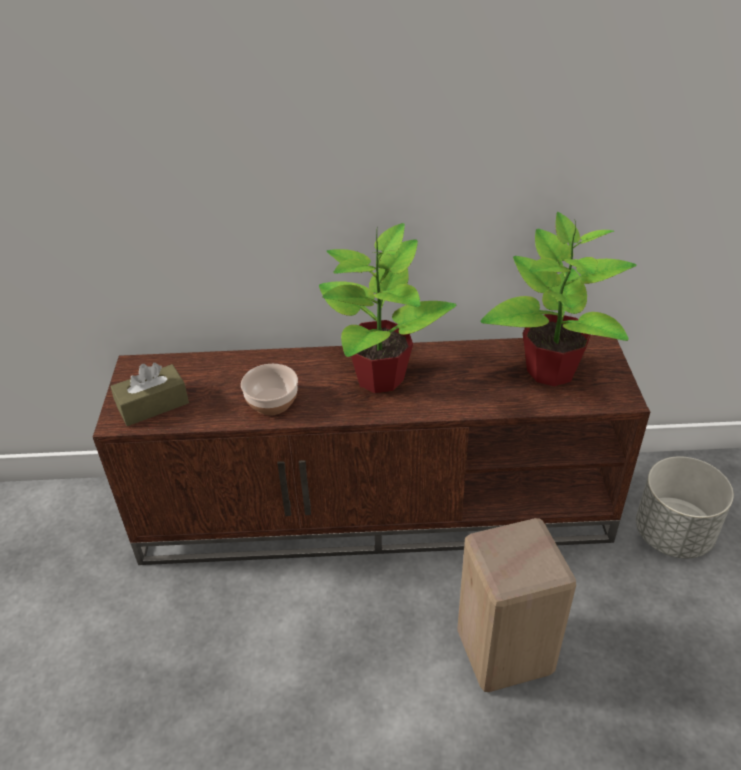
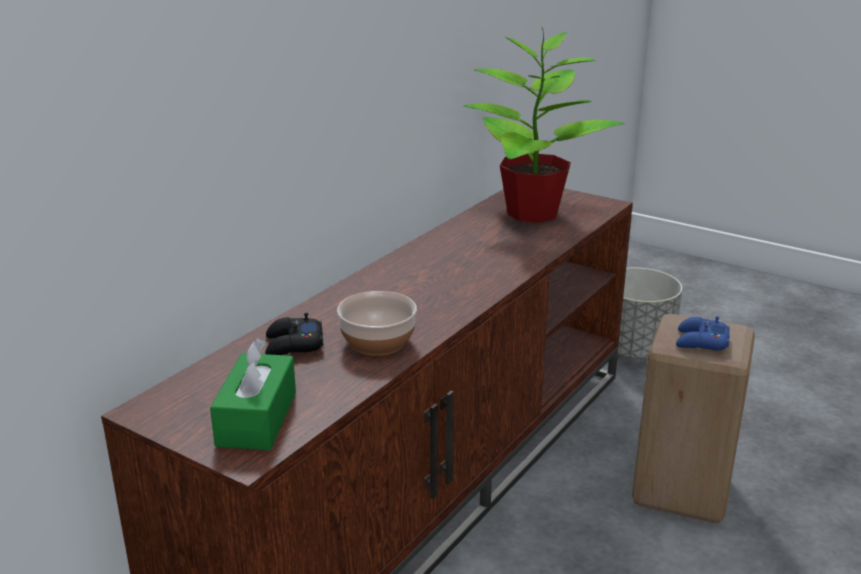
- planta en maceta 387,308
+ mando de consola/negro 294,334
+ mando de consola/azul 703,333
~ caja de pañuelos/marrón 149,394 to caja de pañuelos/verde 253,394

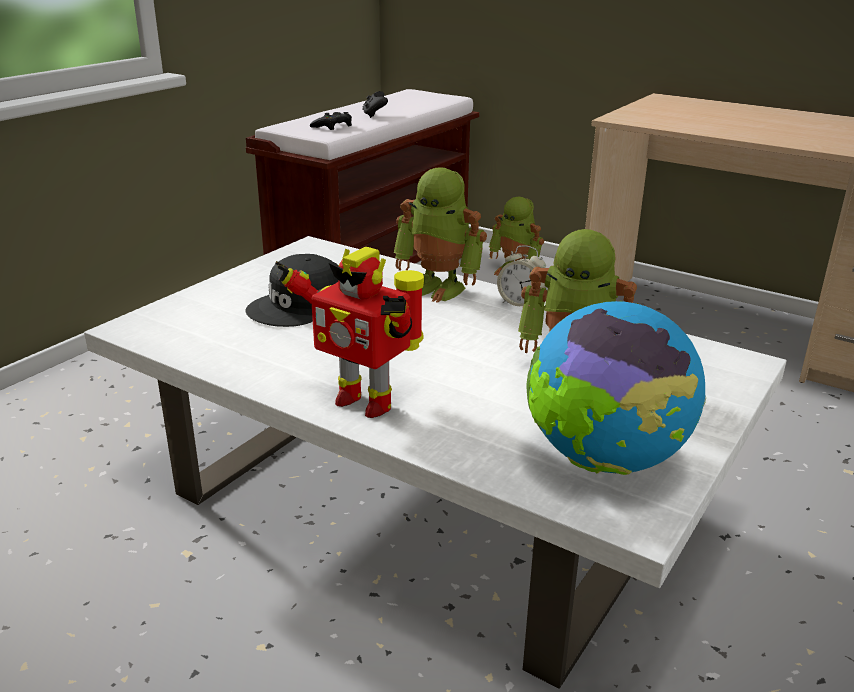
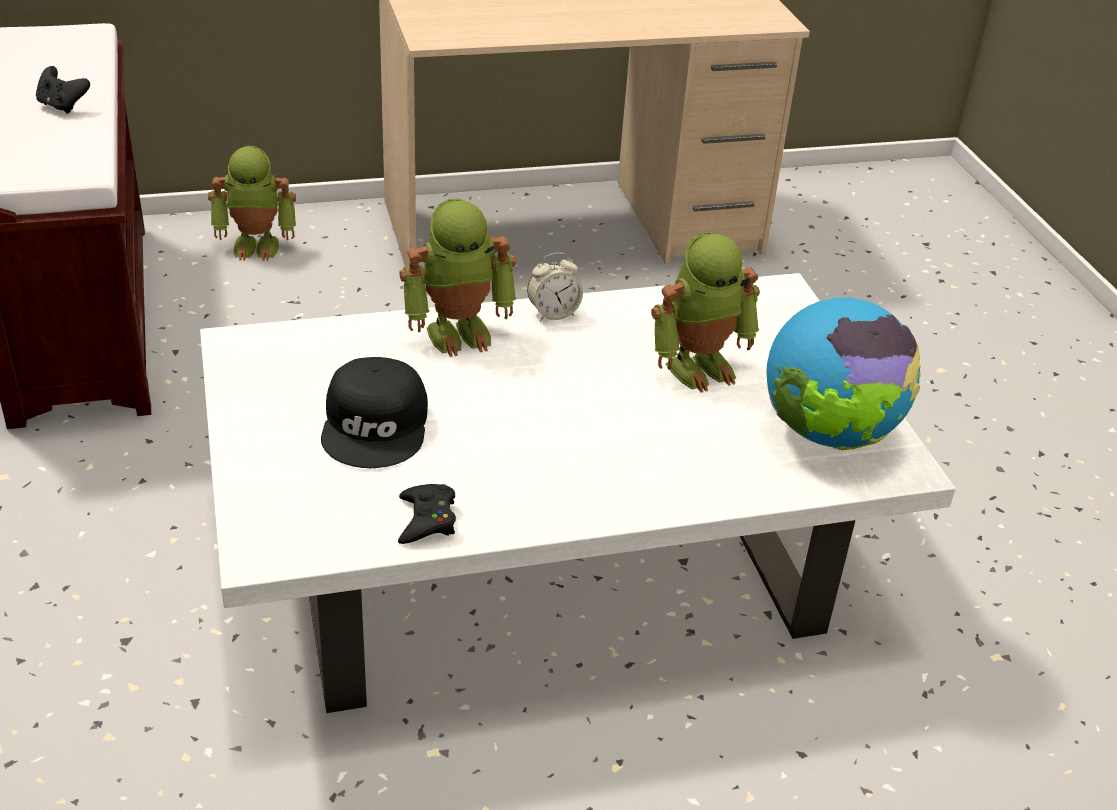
- robot de juguete 349,332
~ mando de consola/negro 331,121 to 427,514

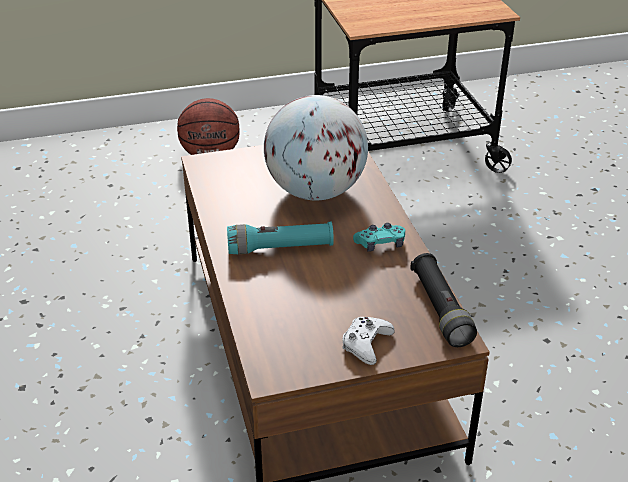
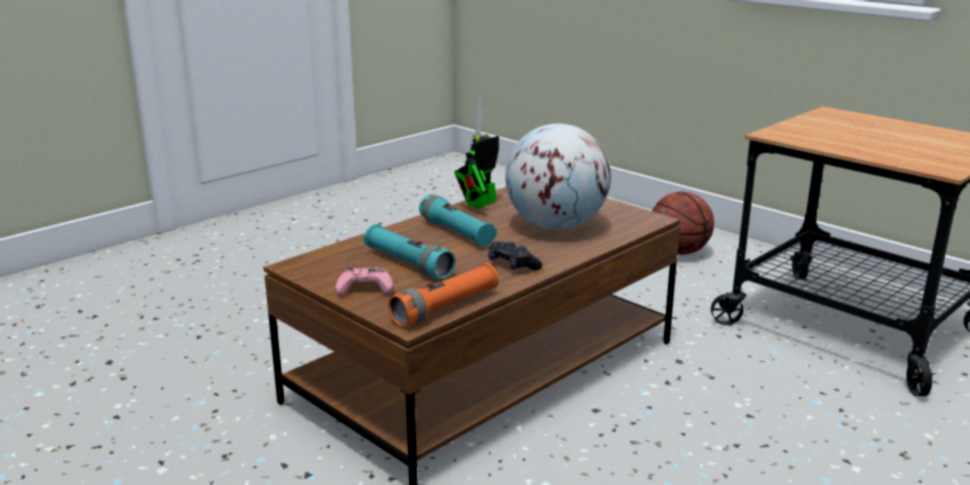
+ linterna/turquesa 409,251
+ robot de juguete 476,153
~ mando de consola/blanco 368,341 to mando de consola/rosa 364,281
~ mando de consola/turquesa 379,237 to mando de consola/negro 515,255
~ linterna/negro 443,300 to linterna/naranja 443,295

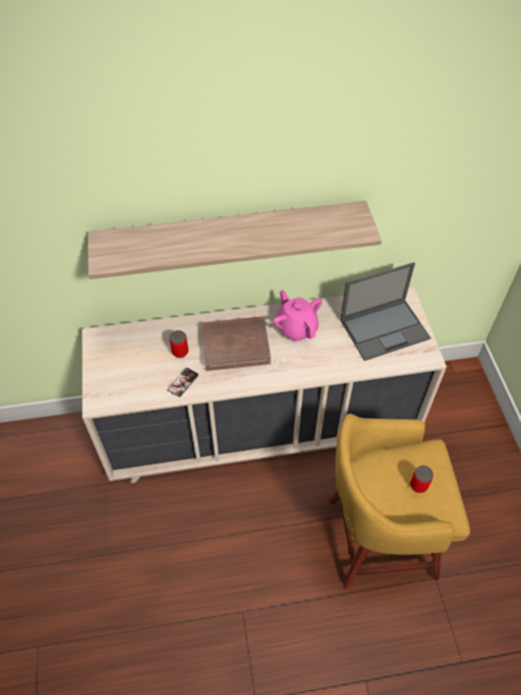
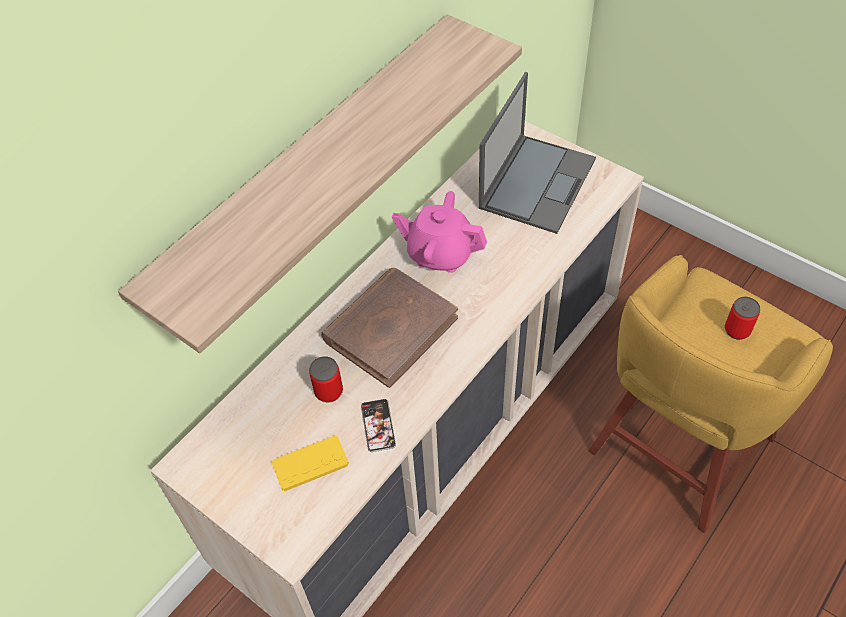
+ mando de consola/amarillo 310,463

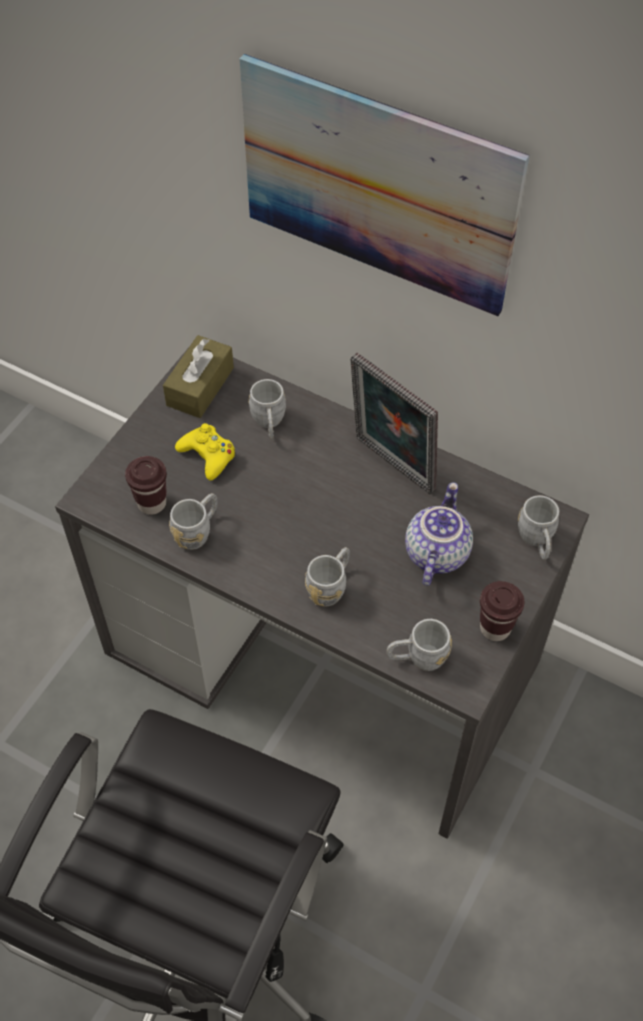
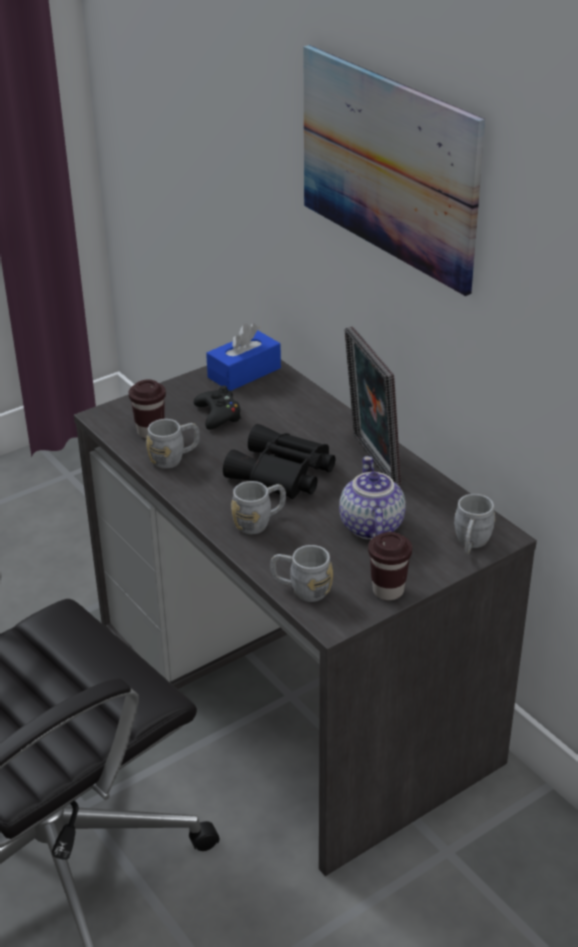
- taza grande/gris 267,409
+ prismáticos/negro 279,461
~ caja de pañuelos/marrón 198,376 to caja de pañuelos/azul 243,357
~ mando de consola/amarillo 205,452 to mando de consola/negro 218,408
~ tetera 439,534 = 372,497 45 degrees counterclockwise

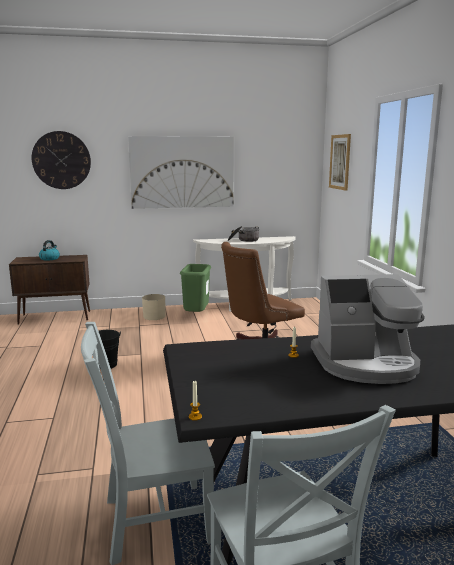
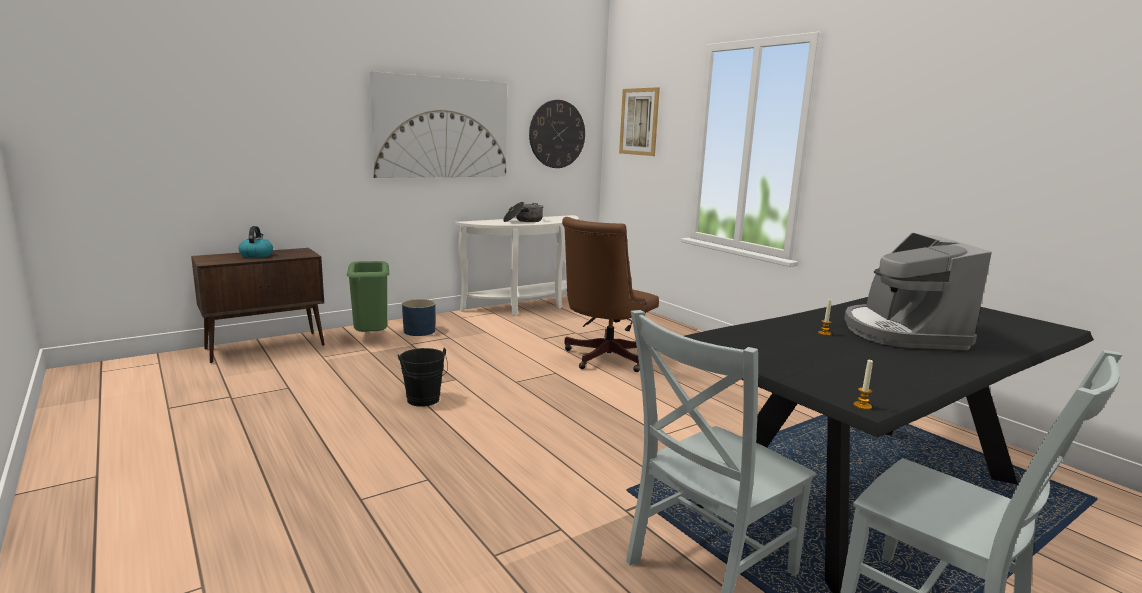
~ reloj de pared 61,160 to 557,134
~ papelera/verde 195,288 to 368,296
~ maceta/beis 153,307 to maceta/azul 419,317
~ cafetera 368,329 = 918,291 120 degrees clockwise

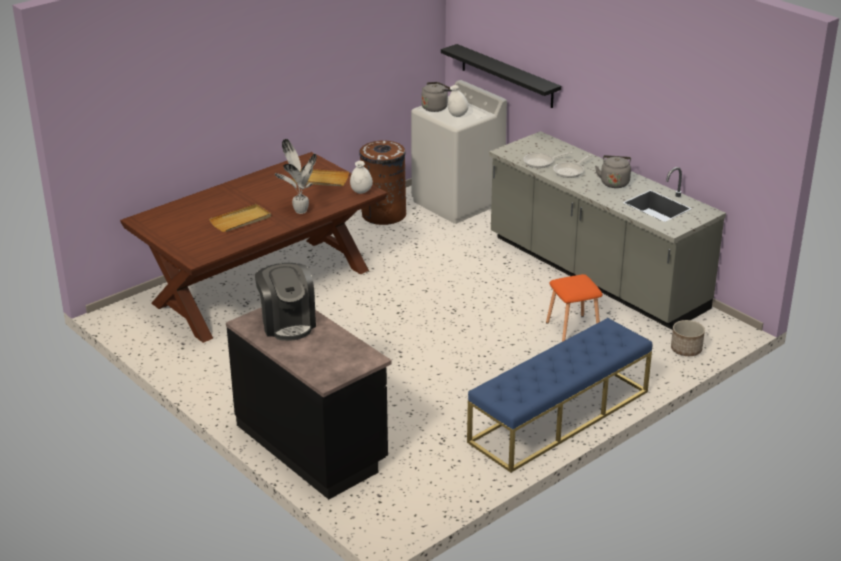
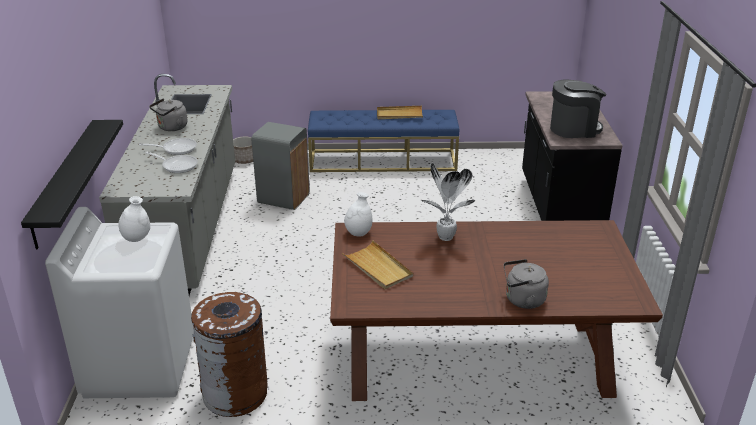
~ bandeja/beis 240,218 to 400,112
~ hervidor/gris 436,97 to 526,284
~ taburete/naranja 574,308 to papelera/gris 281,166
~ cafetera 285,302 = 578,108 60 degrees clockwise

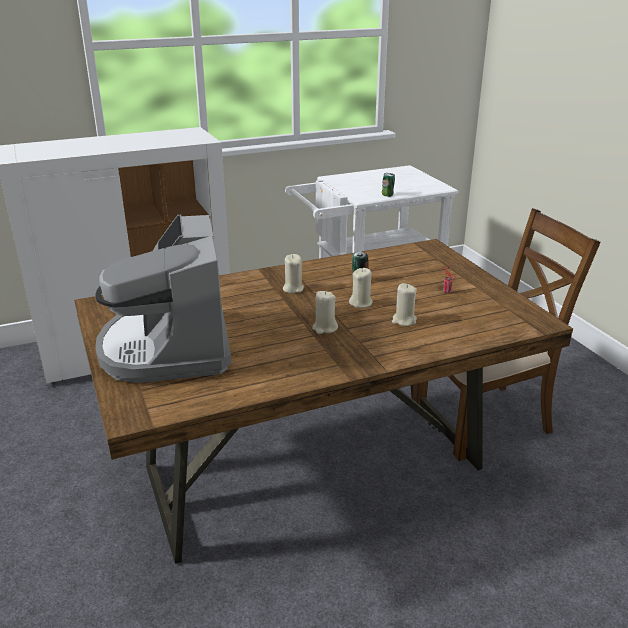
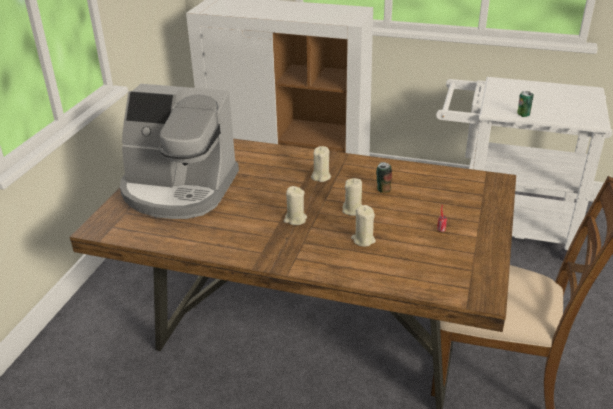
~ cafetera 163,299 = 179,151 105 degrees counterclockwise

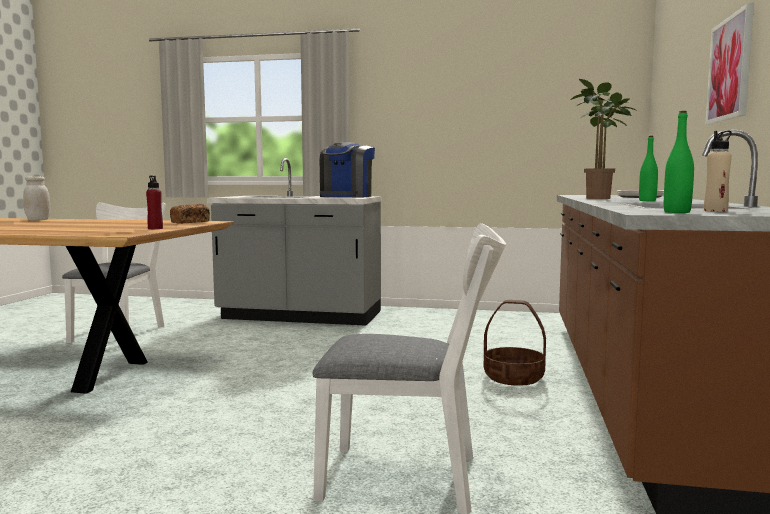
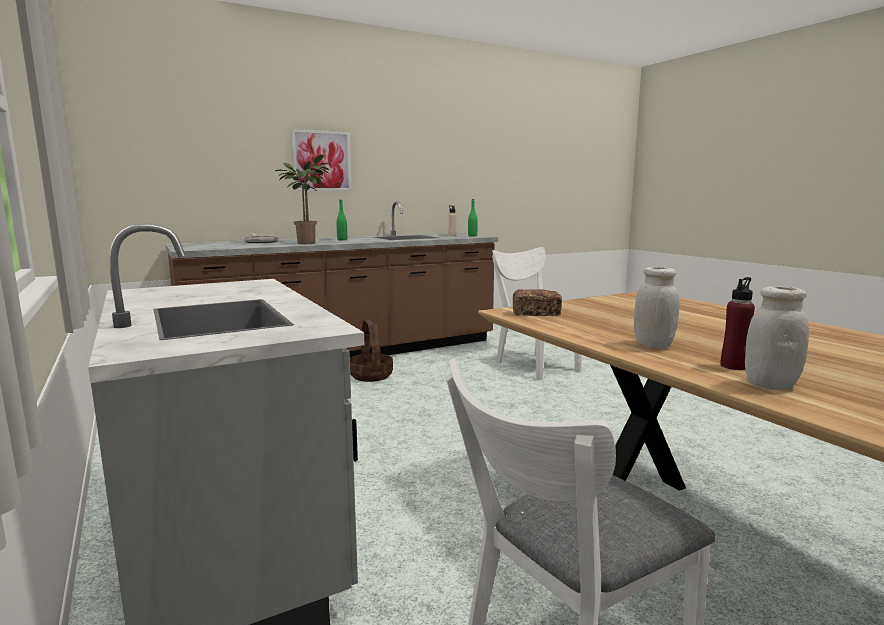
- cafetera 347,169
+ tarro/blanco 656,308
~ botella/rojo 154,202 to 738,323

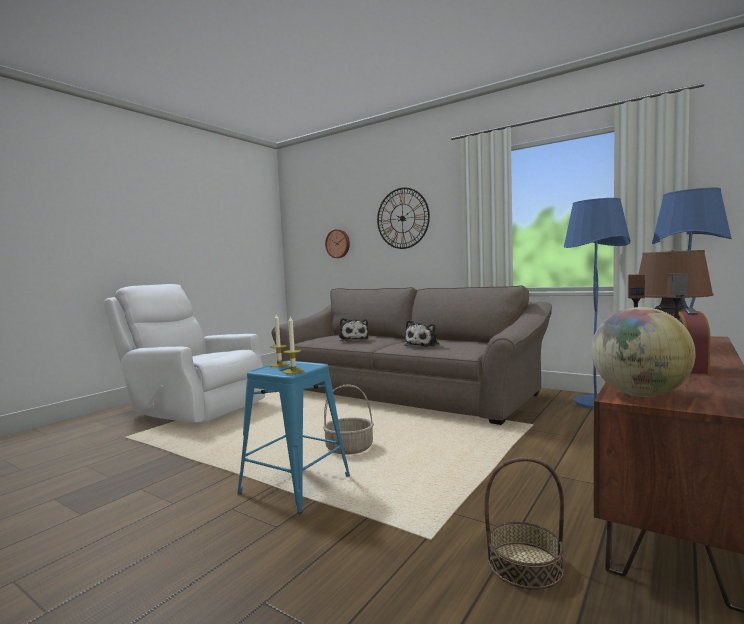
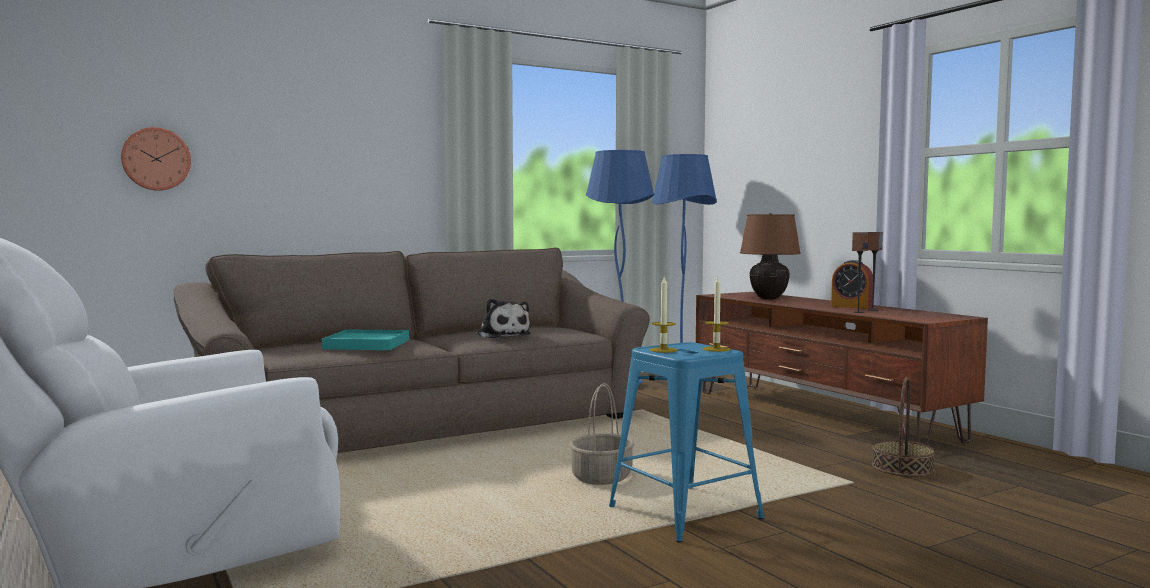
- reloj de pared 403,218
- globo terráqueo 643,352
~ peluche 354,330 to bandeja/turquesa 365,339

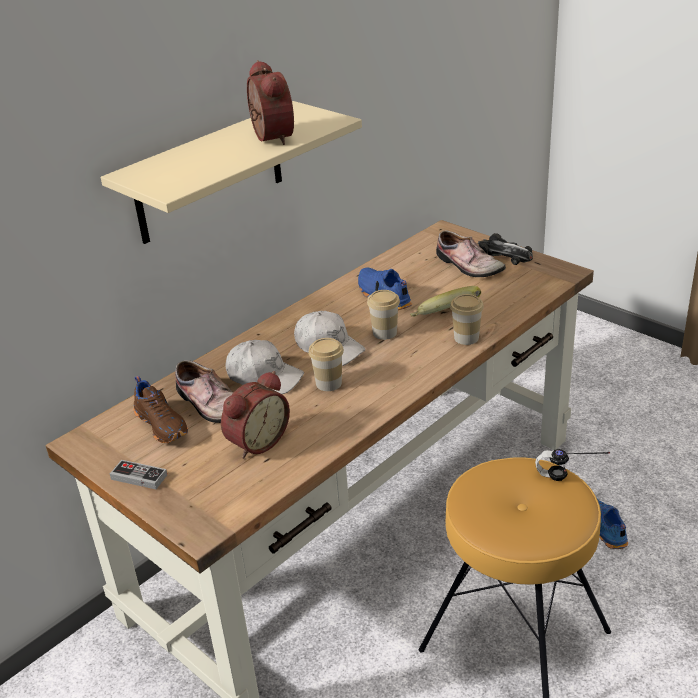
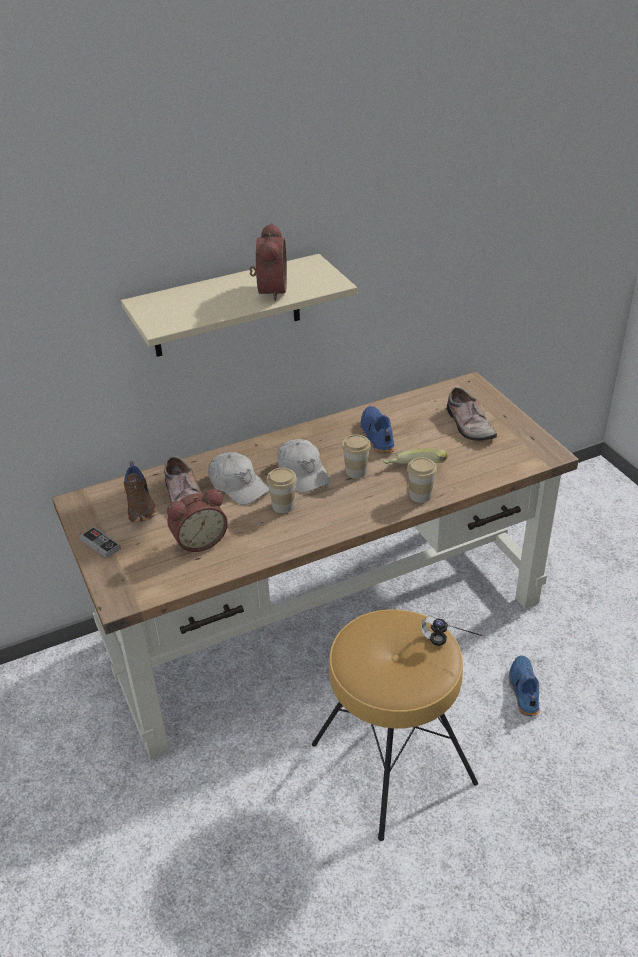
- coche de juguete 505,249

